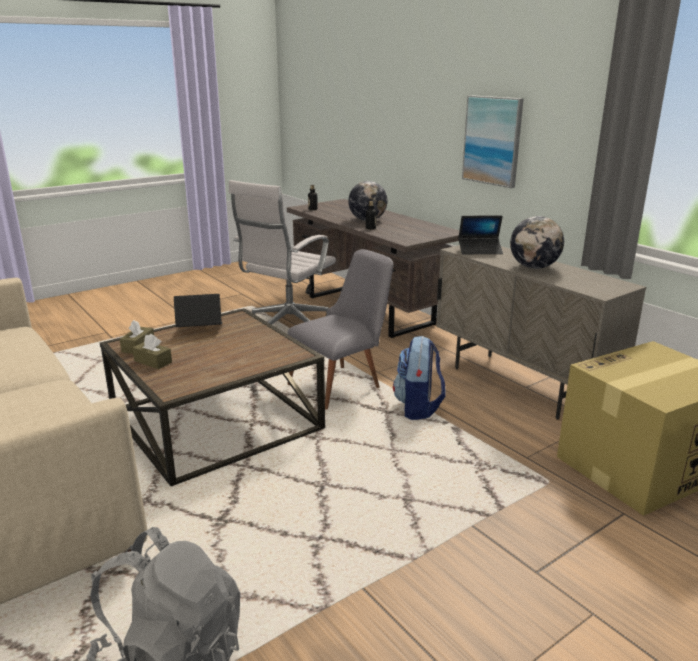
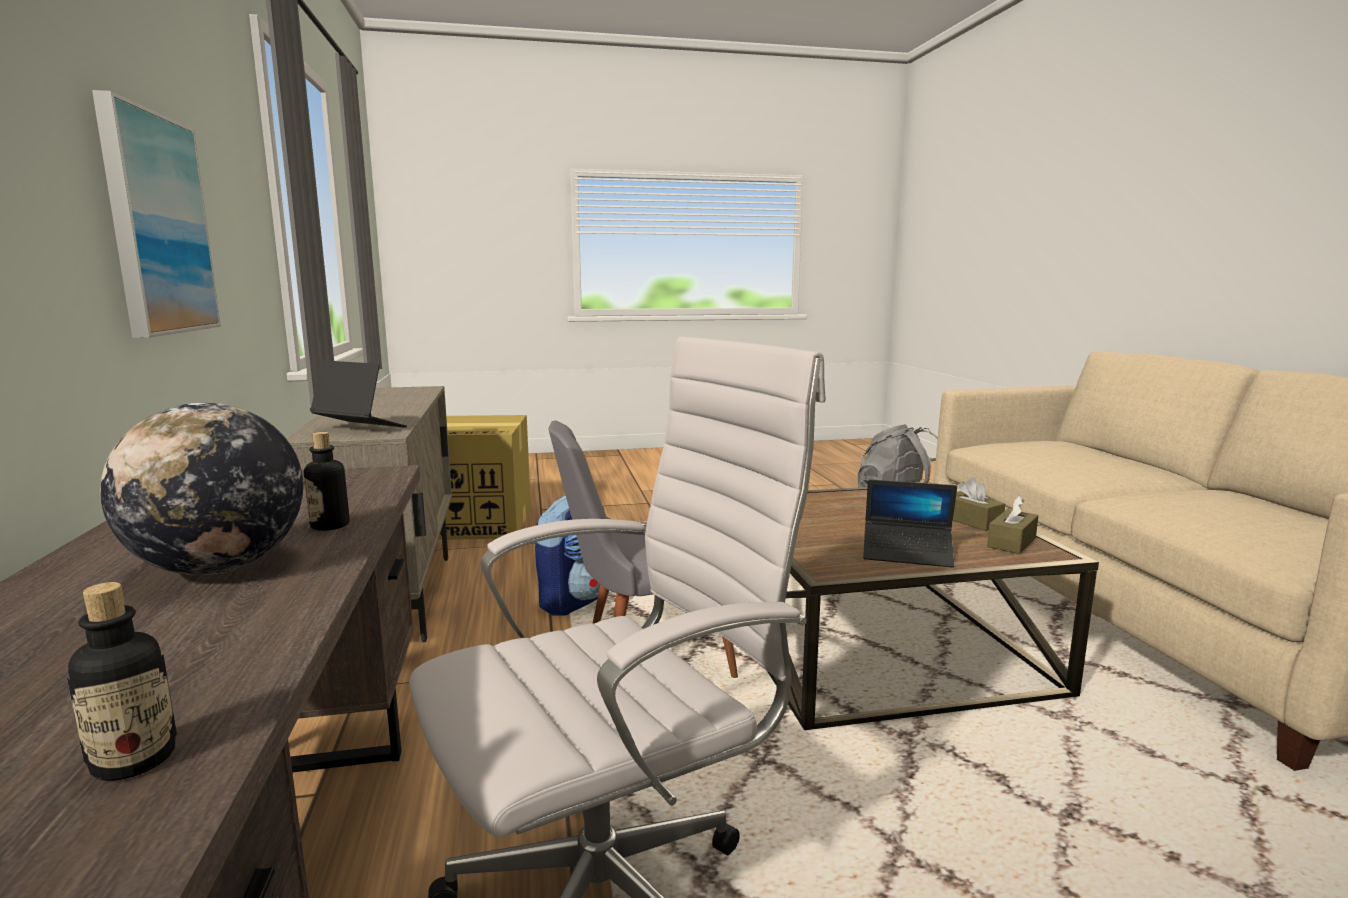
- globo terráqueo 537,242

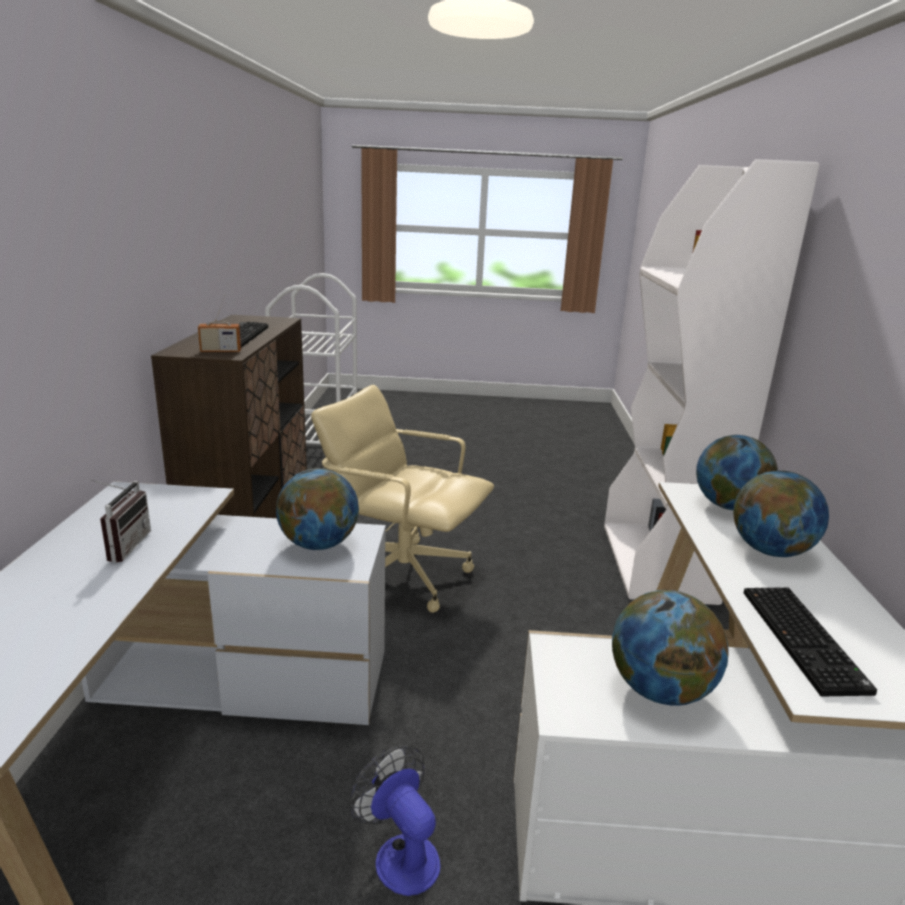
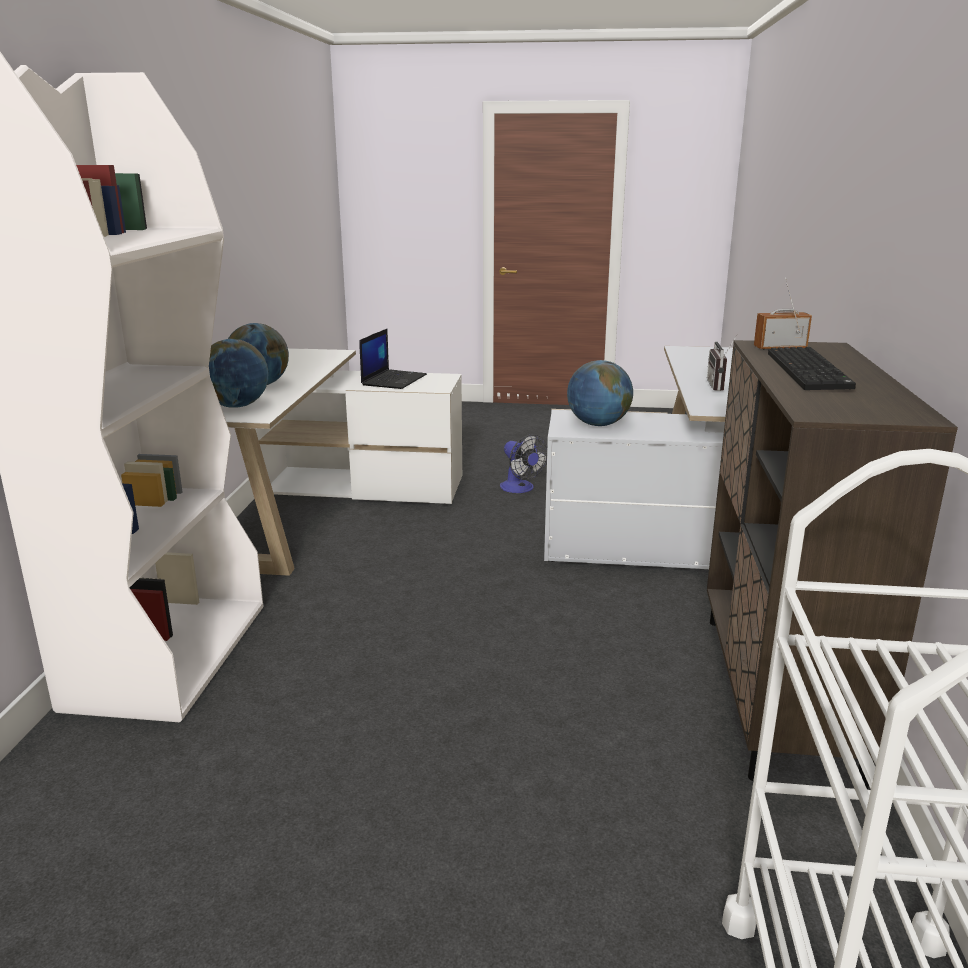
- silla de oficina/beis 402,499
- teclado 810,641
~ globo terráqueo 670,648 to portátil 393,359

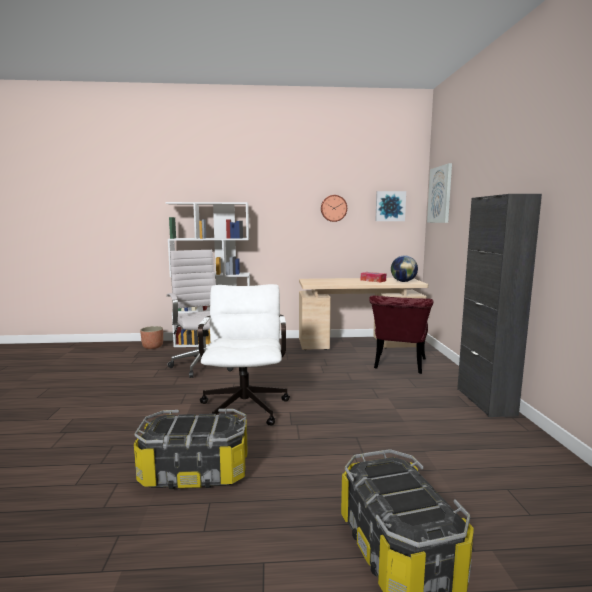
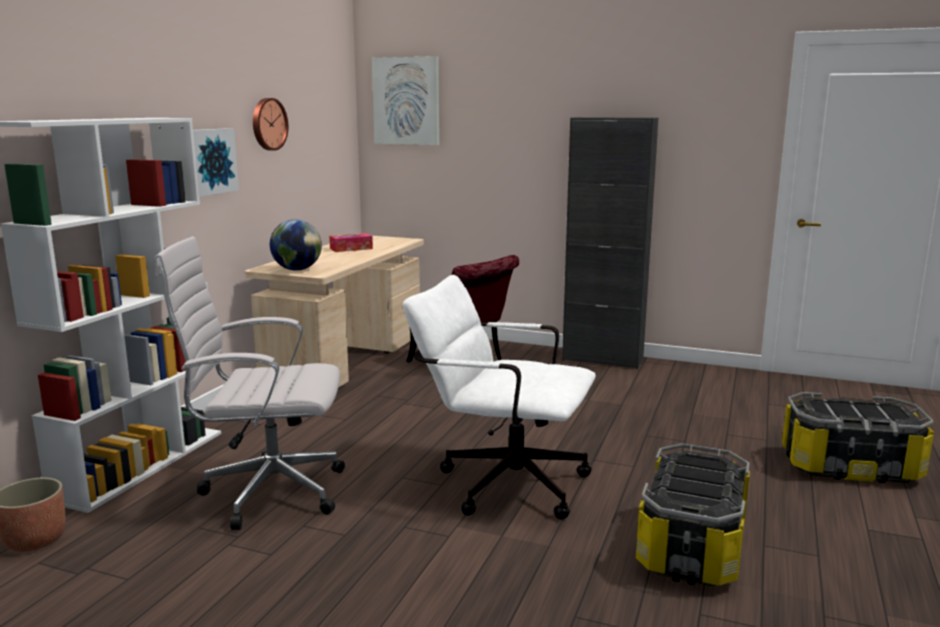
~ cuadro 390,206 to 216,162
~ globo terráqueo 404,269 to 296,244

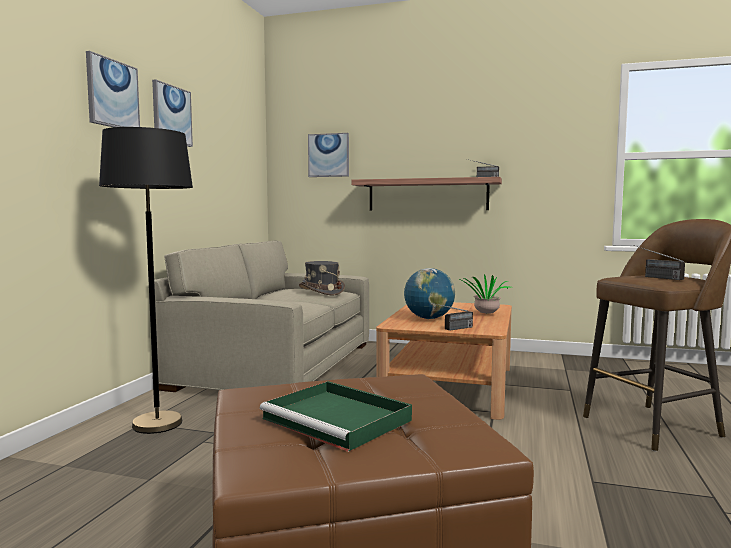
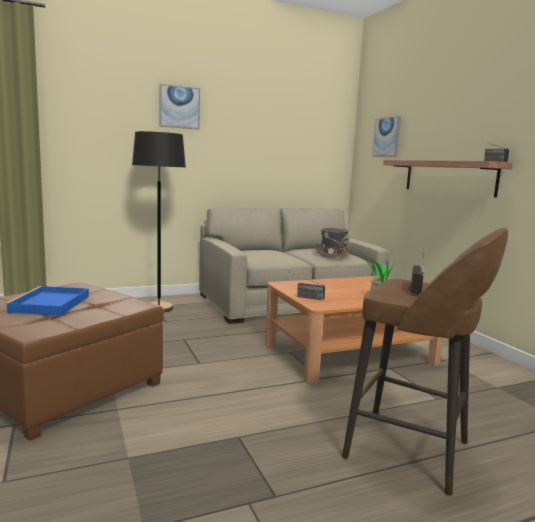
- cuadro 172,113
- globo terráqueo 429,293
~ bandeja/verde 336,416 to bandeja/azul 46,300

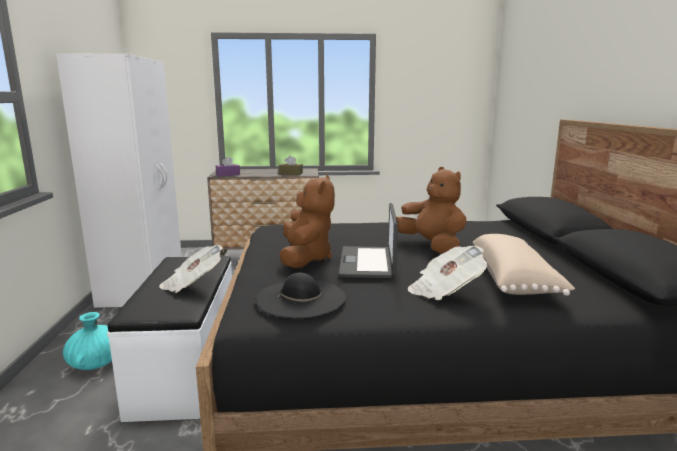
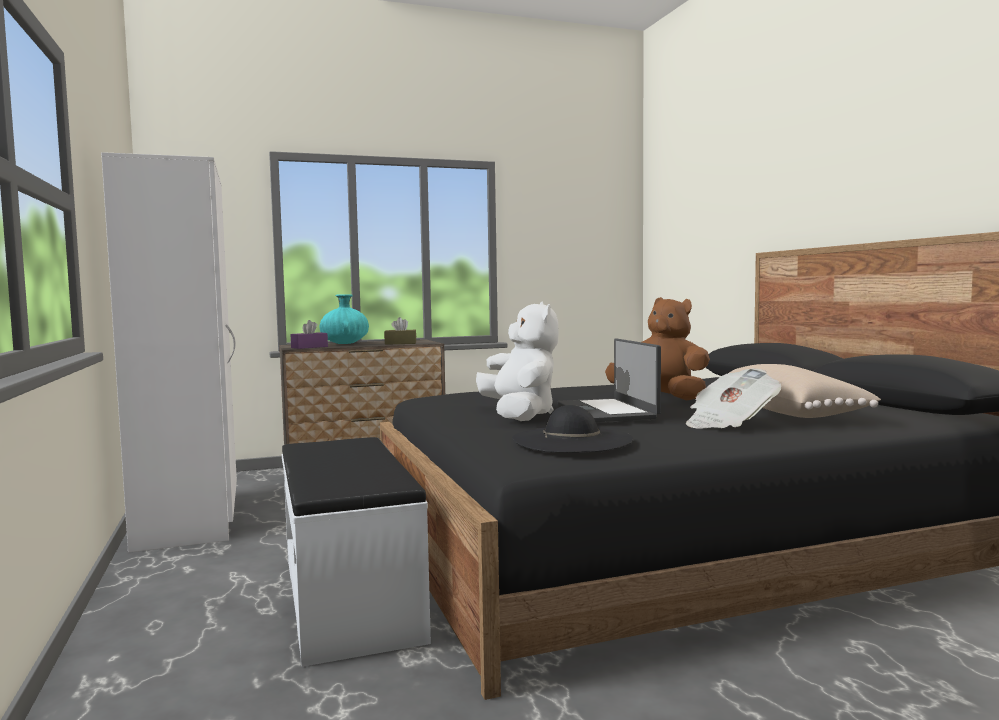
- periódico 191,269
~ florero/turquesa 87,341 to 344,319
~ peluche/marrón 307,221 to peluche/blanco 517,361

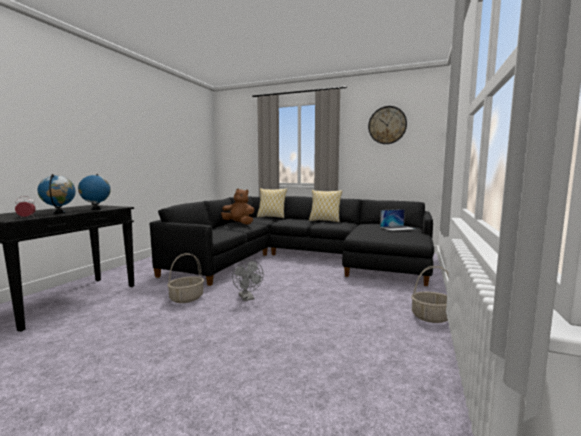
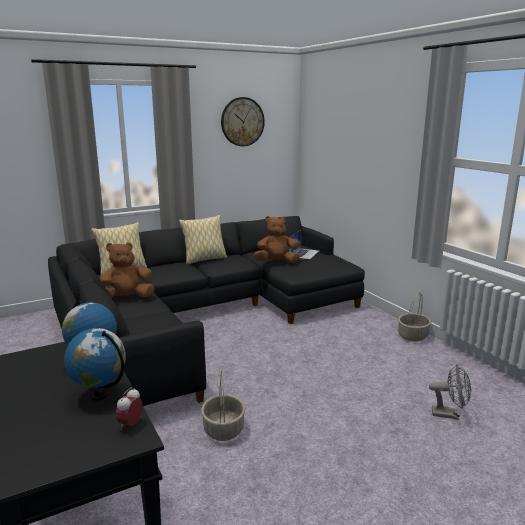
+ peluche/marrón 276,239
~ ventilador/gris 247,280 to 450,392

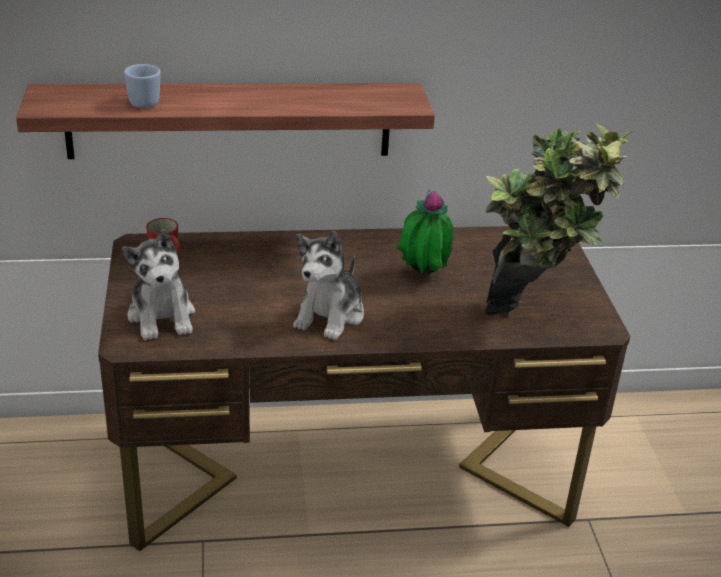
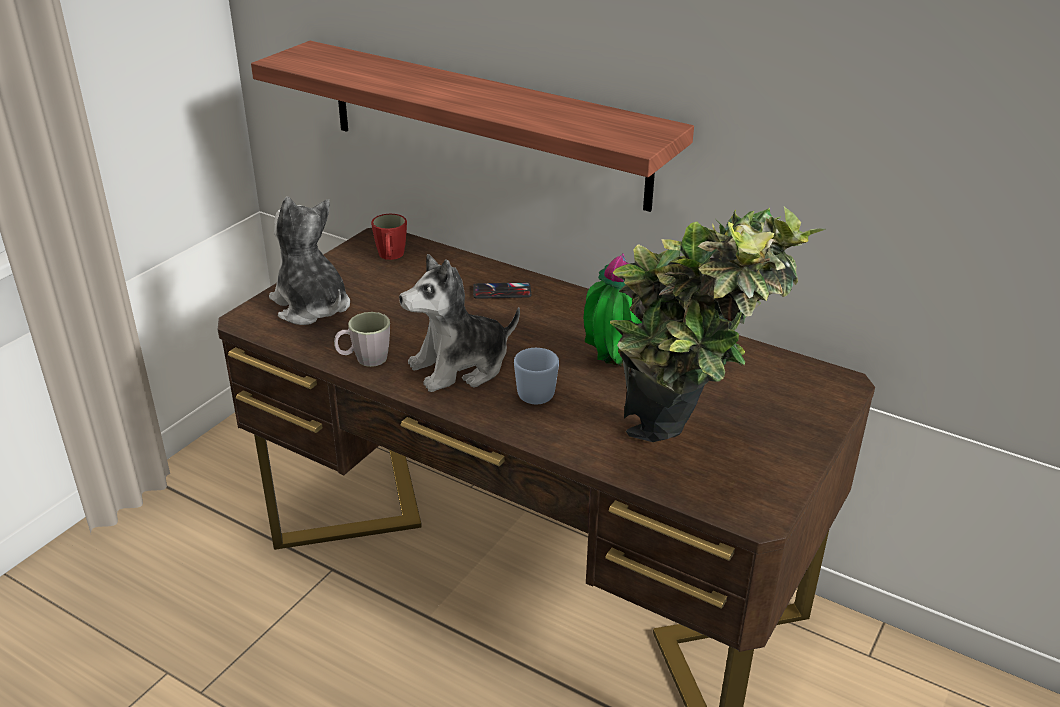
+ taza grande/gris 362,339
+ móvil 502,290
~ taza grande/azul 142,86 to 536,376
~ peluche 158,284 = 309,261 120 degrees clockwise

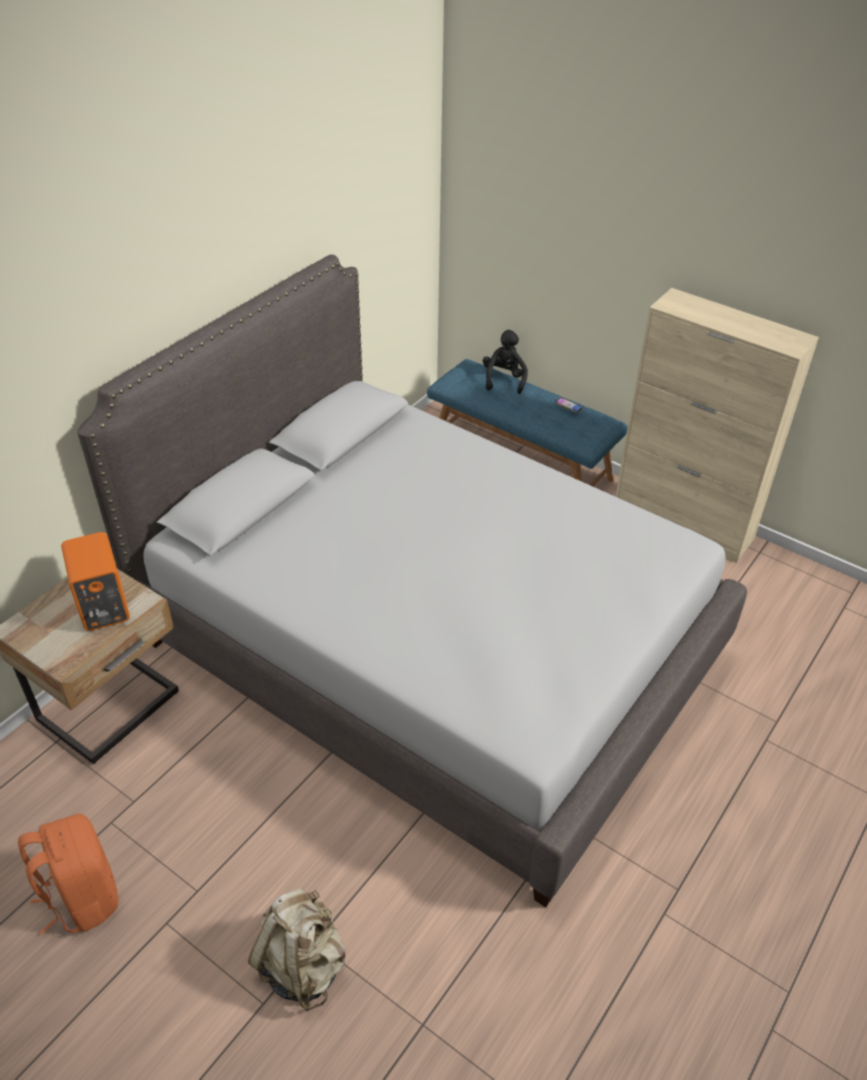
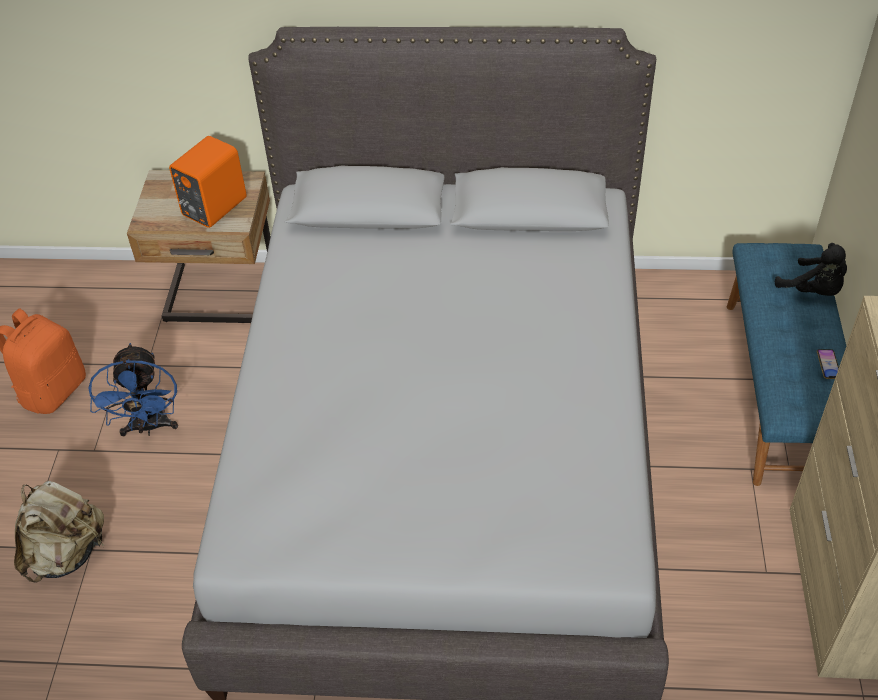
+ ventilador/azul 133,389
~ peluche/negro 505,362 = 811,269 75 degrees clockwise

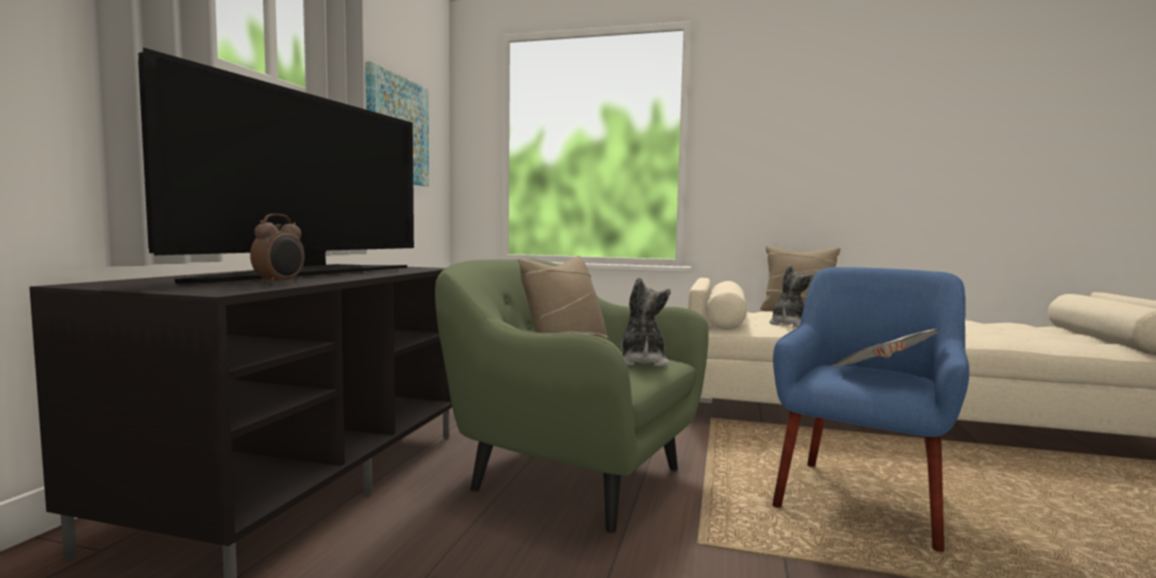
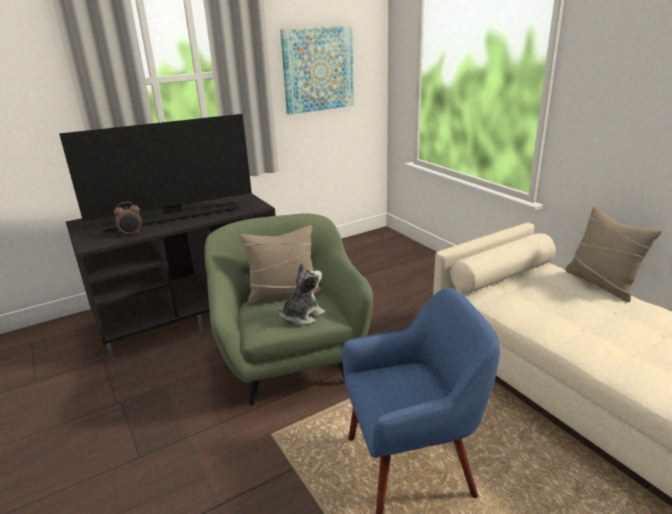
- peluche 791,296
- periódico 884,347

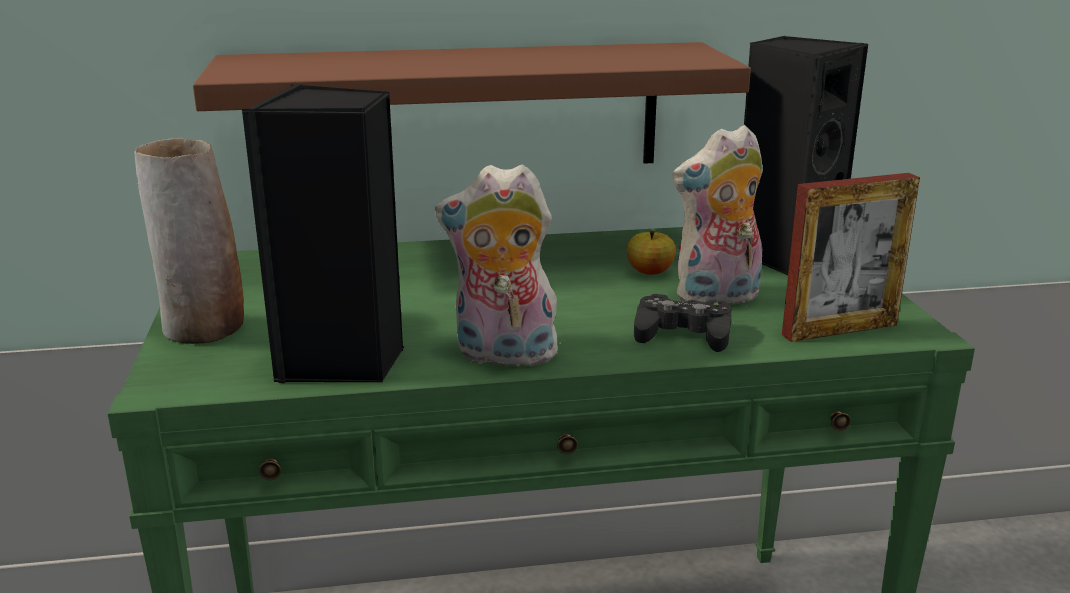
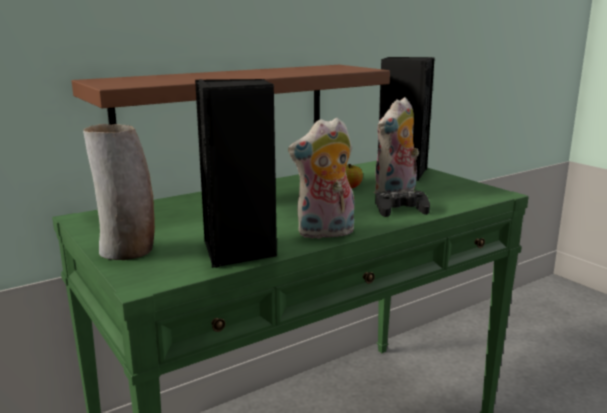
- portarretratos 851,257

